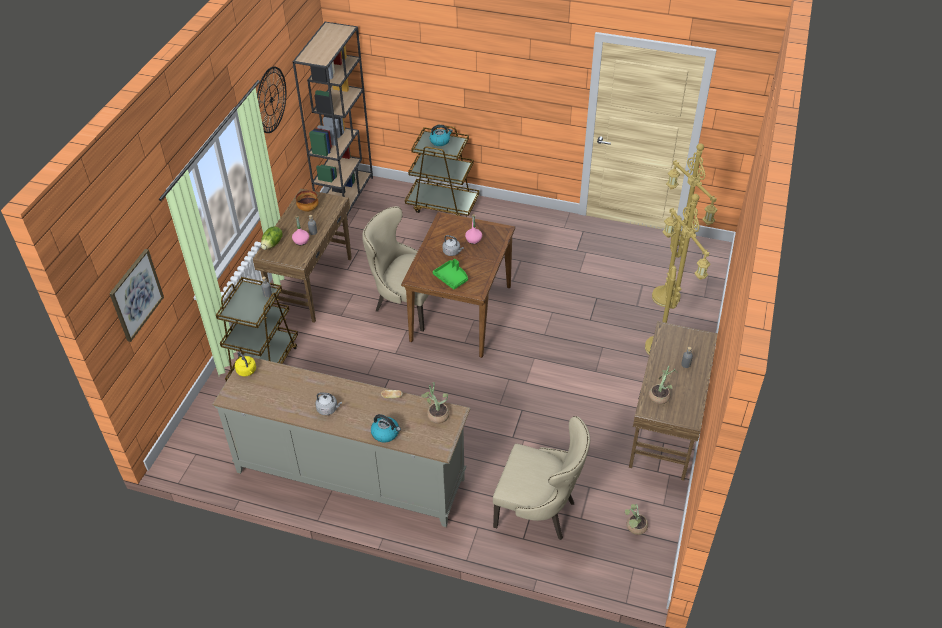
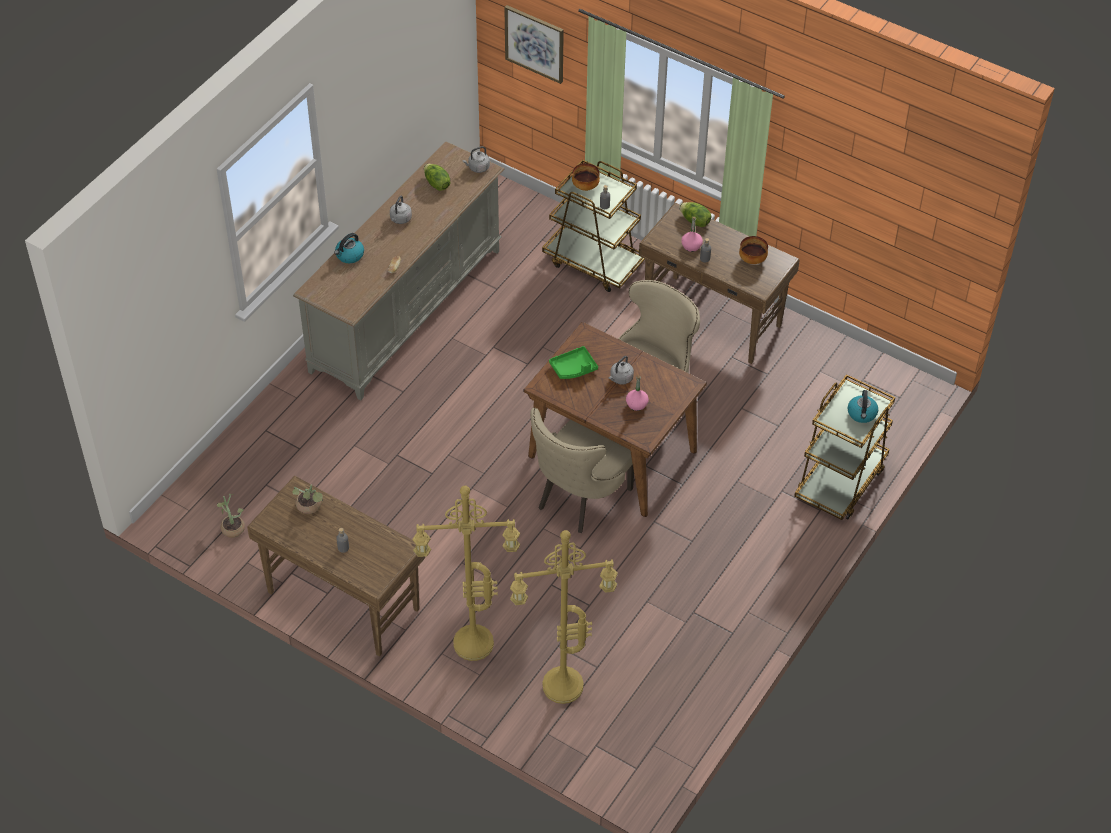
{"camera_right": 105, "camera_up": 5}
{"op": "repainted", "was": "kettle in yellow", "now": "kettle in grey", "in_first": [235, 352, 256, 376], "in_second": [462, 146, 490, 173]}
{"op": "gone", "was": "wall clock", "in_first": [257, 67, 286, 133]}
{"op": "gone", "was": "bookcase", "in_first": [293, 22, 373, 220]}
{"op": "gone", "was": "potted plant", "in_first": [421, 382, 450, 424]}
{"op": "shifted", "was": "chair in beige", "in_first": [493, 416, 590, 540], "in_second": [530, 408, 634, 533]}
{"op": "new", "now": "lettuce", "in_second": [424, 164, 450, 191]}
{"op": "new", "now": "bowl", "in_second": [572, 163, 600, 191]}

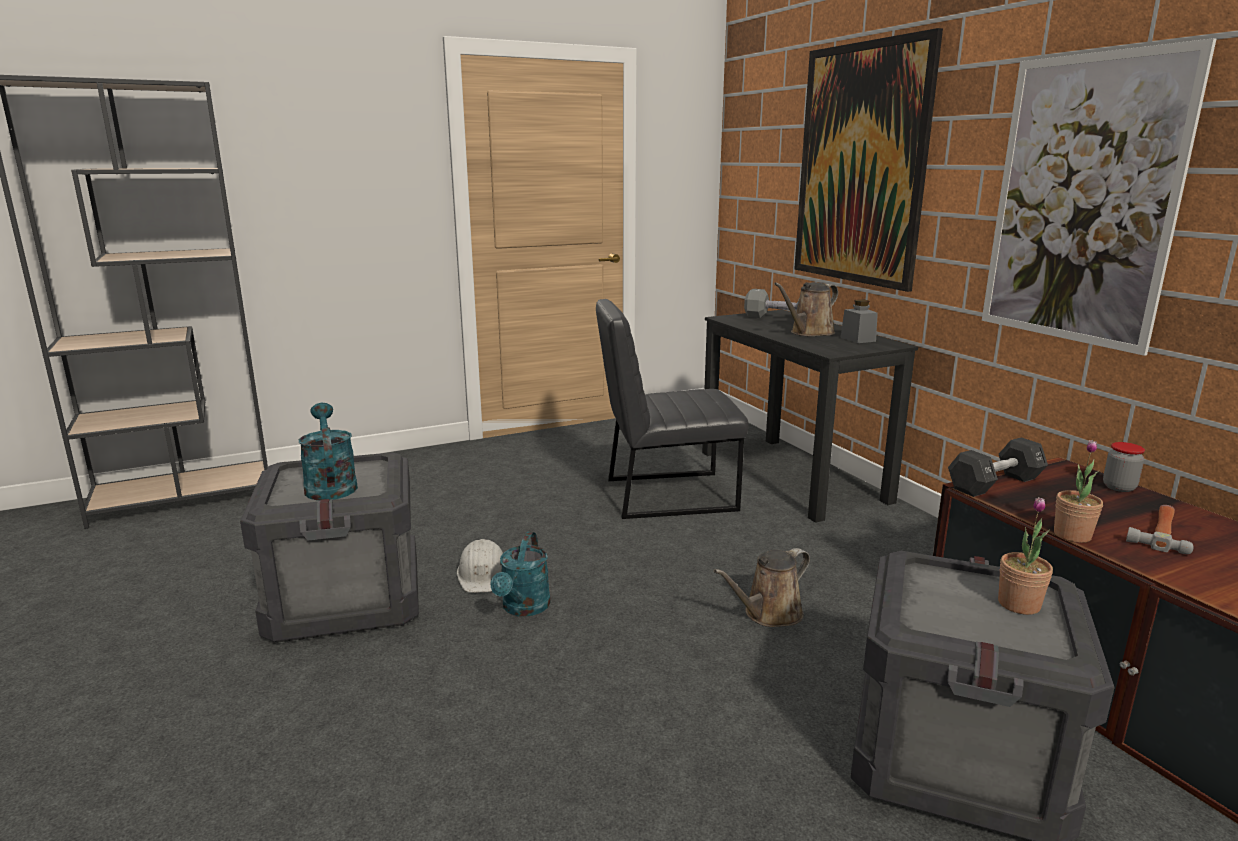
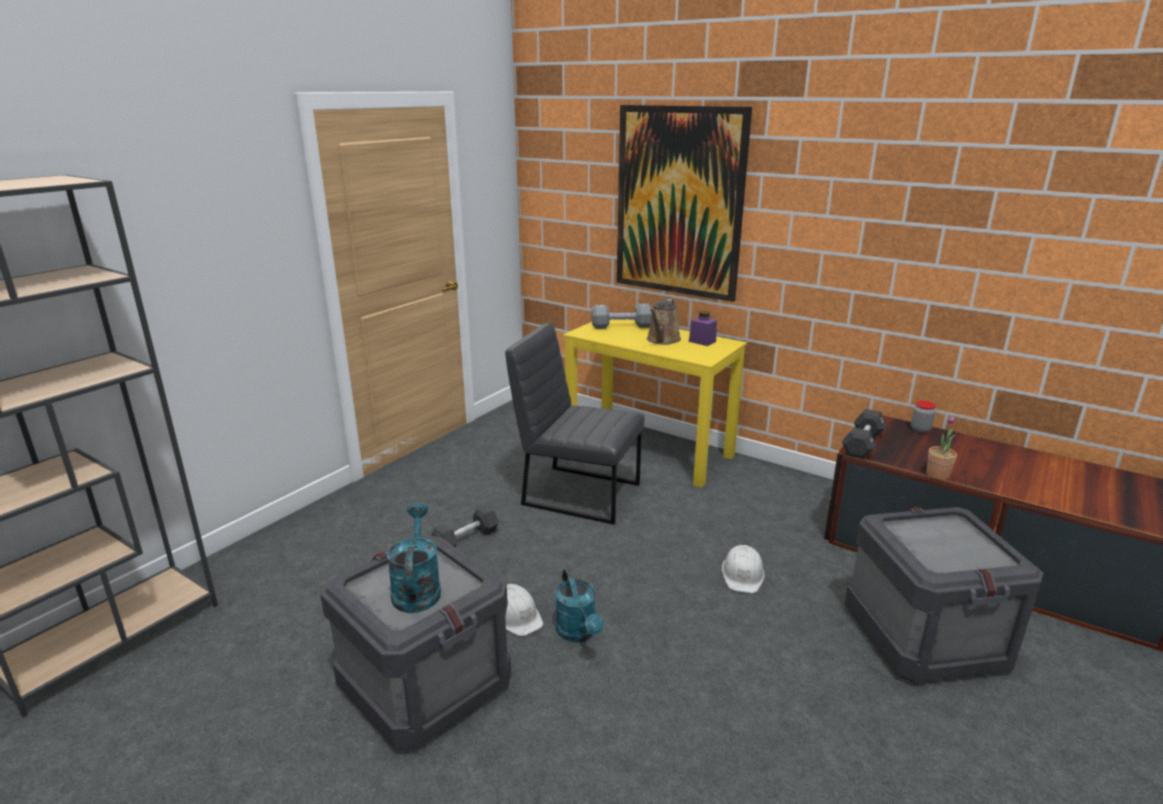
{"camera_right": -30, "camera_up": 5}
{"op": "rotated", "was": "watering can in turquoise", "in_first": [299, 403, 358, 500], "in_second": [387, 503, 441, 613], "clockwise": 45}
{"op": "rotated", "was": "chair in grey", "in_first": [596, 299, 748, 519], "in_second": [505, 323, 645, 525], "clockwise": 60}
{"op": "repainted", "was": "desk in black", "now": "desk in yellow", "in_first": [702, 310, 918, 523], "in_second": [563, 319, 747, 488]}
{"op": "swapped", "was": "watering can in brown", "now": "hard hat in white", "in_first": [714, 548, 810, 627], "in_second": [722, 545, 765, 593]}
{"op": "repainted", "was": "jar in grey", "now": "jar in purple", "in_first": [840, 299, 878, 343], "in_second": [689, 311, 717, 346]}
{"op": "gone", "was": "picture", "in_first": [982, 38, 1216, 356]}
{"op": "gone", "was": "potted plant", "in_first": [998, 497, 1053, 615]}
{"op": "gone", "was": "hammer", "in_first": [1126, 505, 1194, 554]}
{"op": "new", "now": "dumbbell in black", "in_second": [431, 505, 498, 547]}

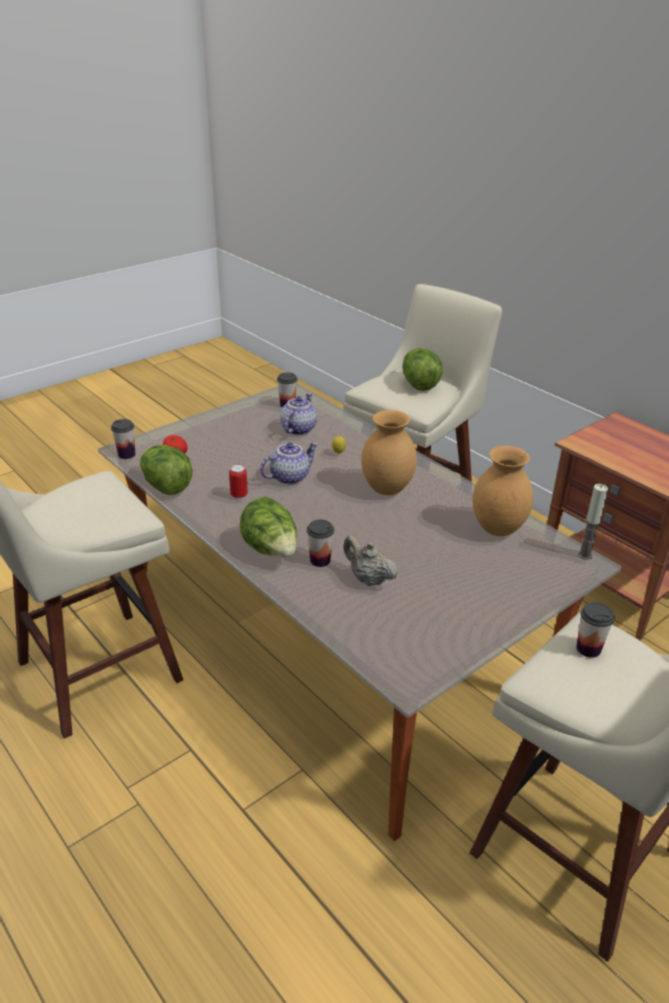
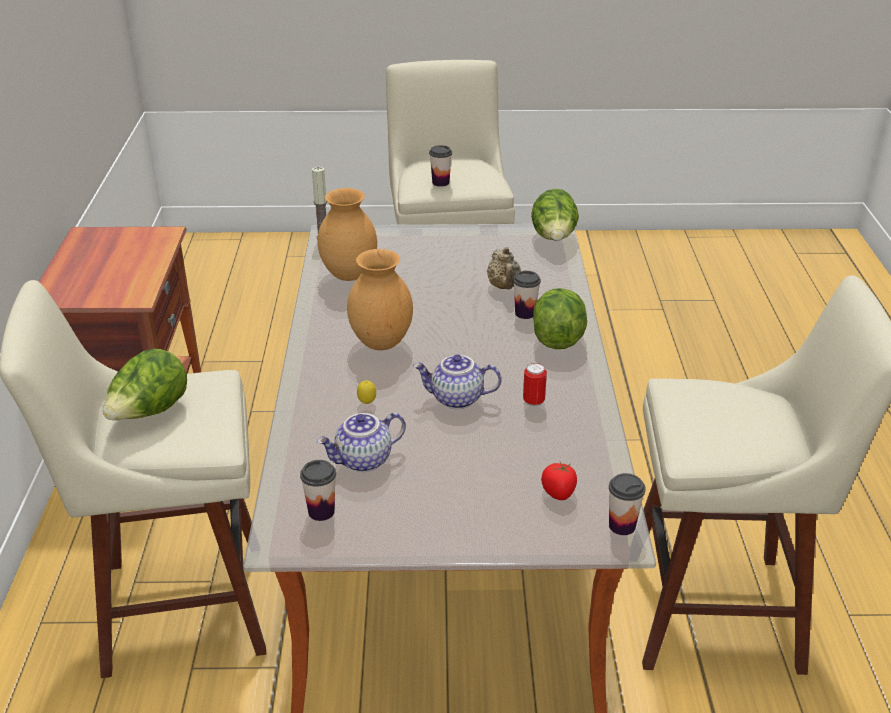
{"camera_right": -140, "camera_up": 0}
{"op": "shifted", "was": "lettuce", "in_first": [140, 445, 193, 495], "in_second": [531, 189, 579, 241]}

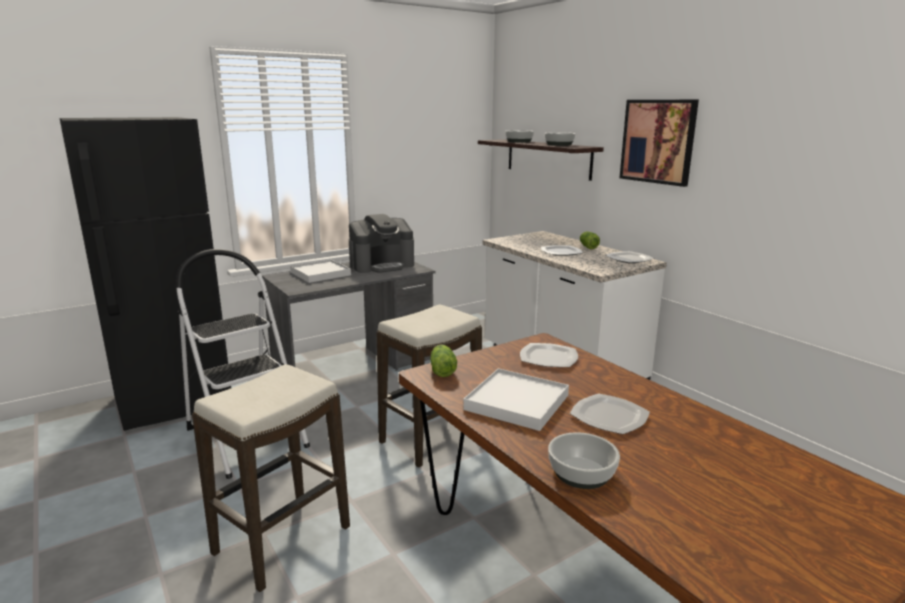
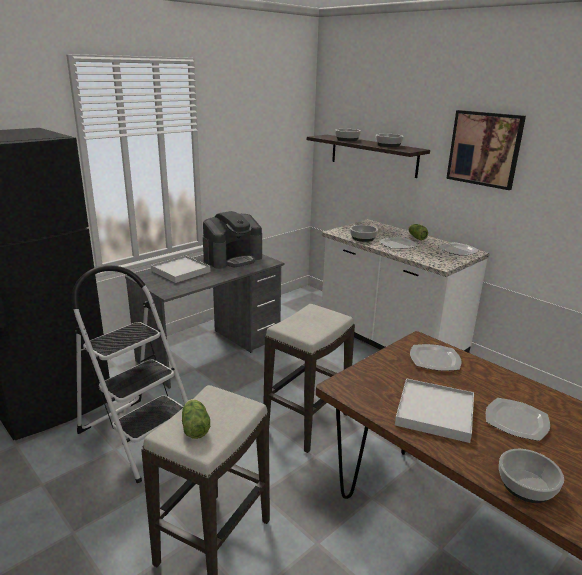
{"camera_right": -10, "camera_up": 5}
{"op": "shifted", "was": "lettuce", "in_first": [430, 345, 457, 377], "in_second": [182, 399, 210, 439]}
{"op": "new", "now": "bowl", "in_second": [350, 225, 378, 242]}

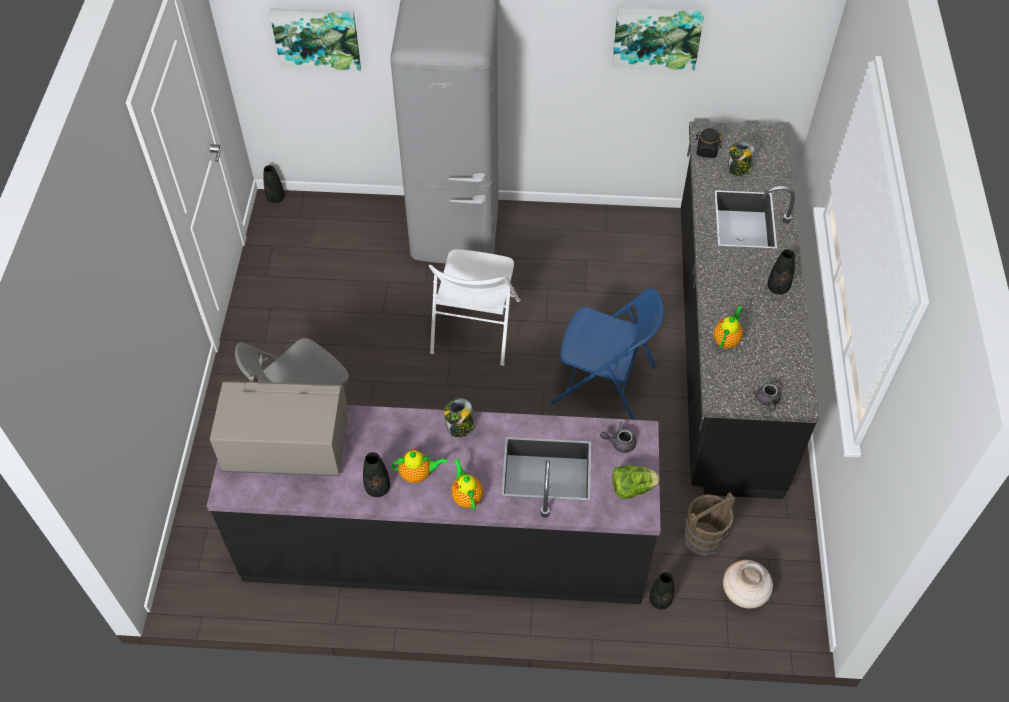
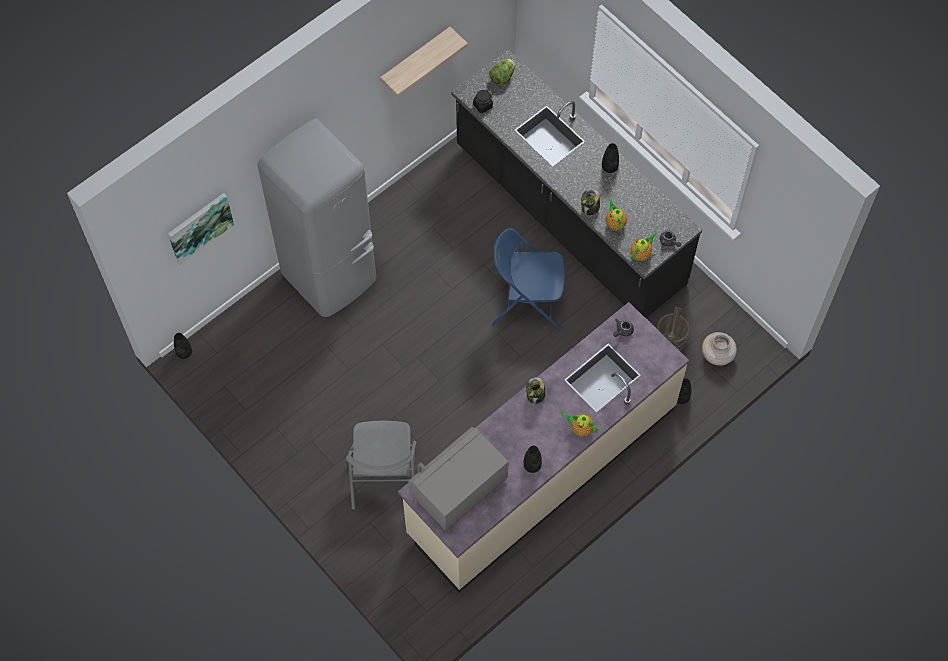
{"camera_right": -45, "camera_up": 10}
{"op": "repainted", "was": "counter in black", "now": "counter in beige", "in_first": [207, 405, 660, 604], "in_second": [398, 302, 689, 593]}
{"op": "shifted", "was": "teapot", "in_first": [392, 449, 447, 483], "in_second": [631, 232, 657, 261]}
{"op": "gone", "was": "chair in white", "in_first": [428, 249, 521, 366]}
{"op": "rotated", "was": "chair in blue", "in_first": [551, 288, 664, 420], "in_second": [492, 228, 565, 330], "clockwise": -150}
{"op": "swapped", "was": "picture", "now": "shelf", "in_first": [612, 6, 705, 71], "in_second": [380, 27, 468, 97]}
{"op": "shifted", "was": "lettuce", "in_first": [612, 465, 659, 499], "in_second": [489, 59, 515, 85]}
{"op": "shifted", "was": "jar", "in_first": [728, 141, 755, 176], "in_second": [581, 189, 600, 215]}

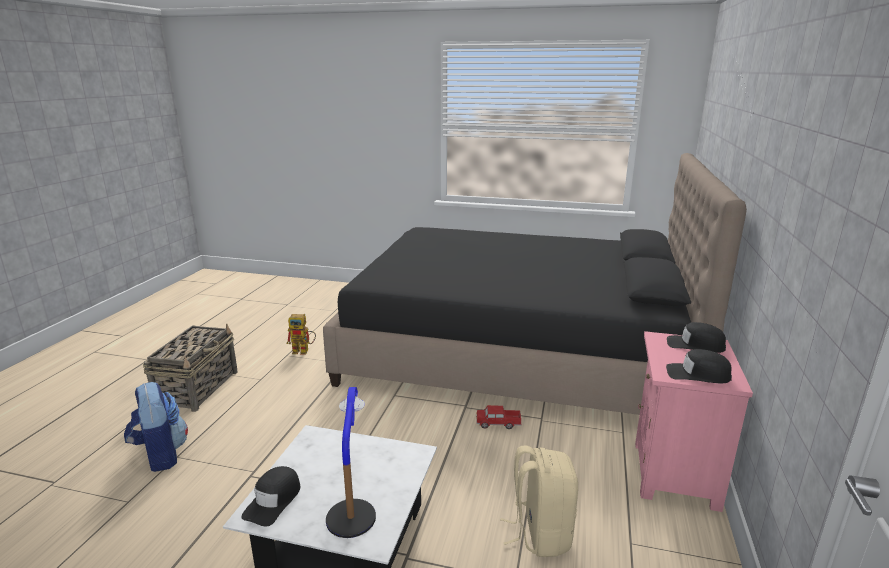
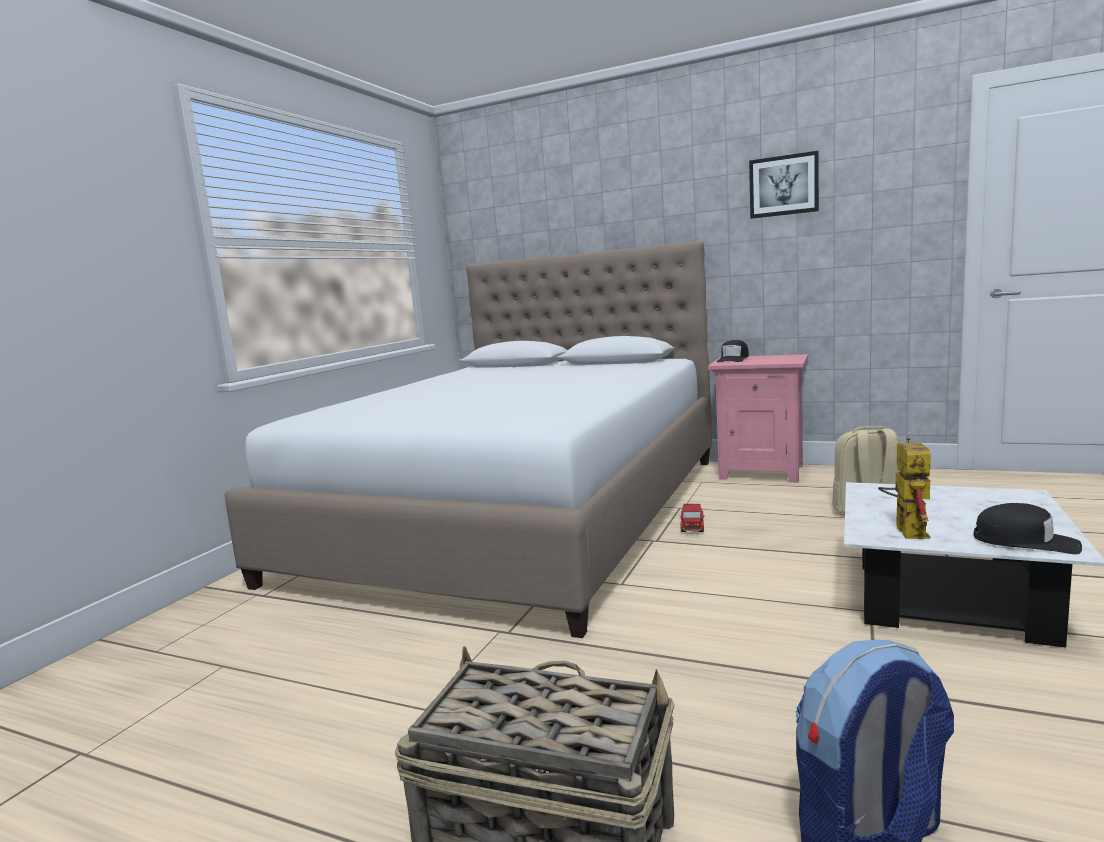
{"camera_right": -80, "camera_up": -10}
{"op": "shifted", "was": "toy robot", "in_first": [287, 314, 316, 355], "in_second": [878, 436, 931, 539]}
{"op": "repainted", "was": "bed in black", "now": "bed in white", "in_first": [323, 153, 747, 415], "in_second": [225, 241, 712, 638]}
{"op": "gone", "was": "table lamp", "in_first": [326, 387, 376, 538]}
{"op": "gone", "was": "cap in black", "in_first": [666, 349, 732, 383]}
{"op": "new", "now": "picture", "in_second": [749, 151, 819, 219]}

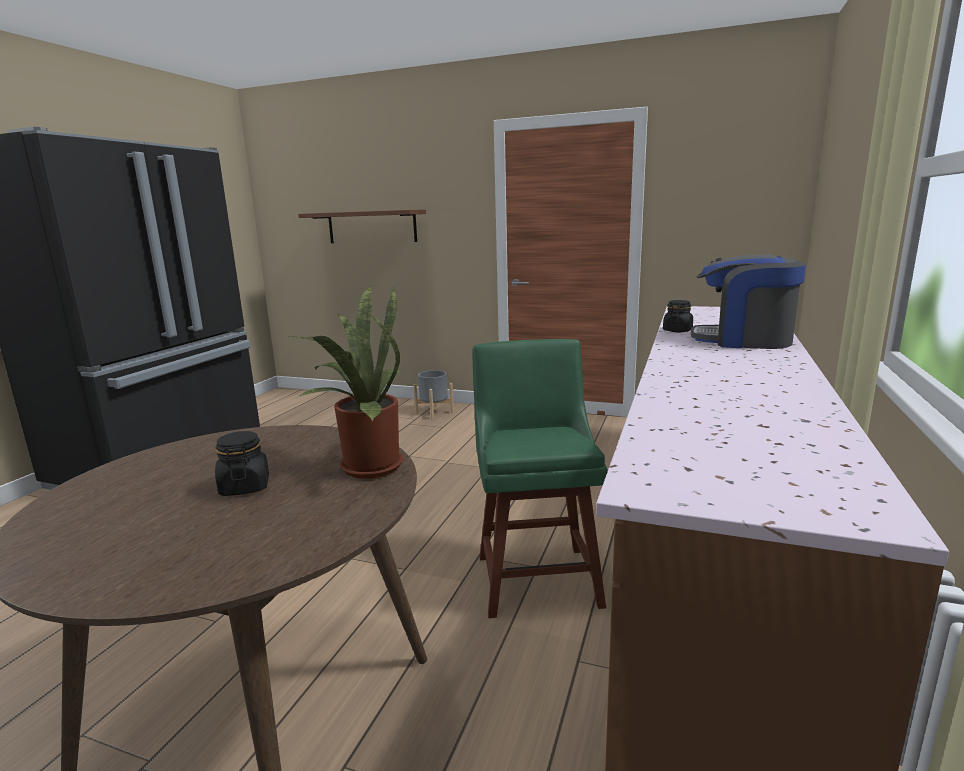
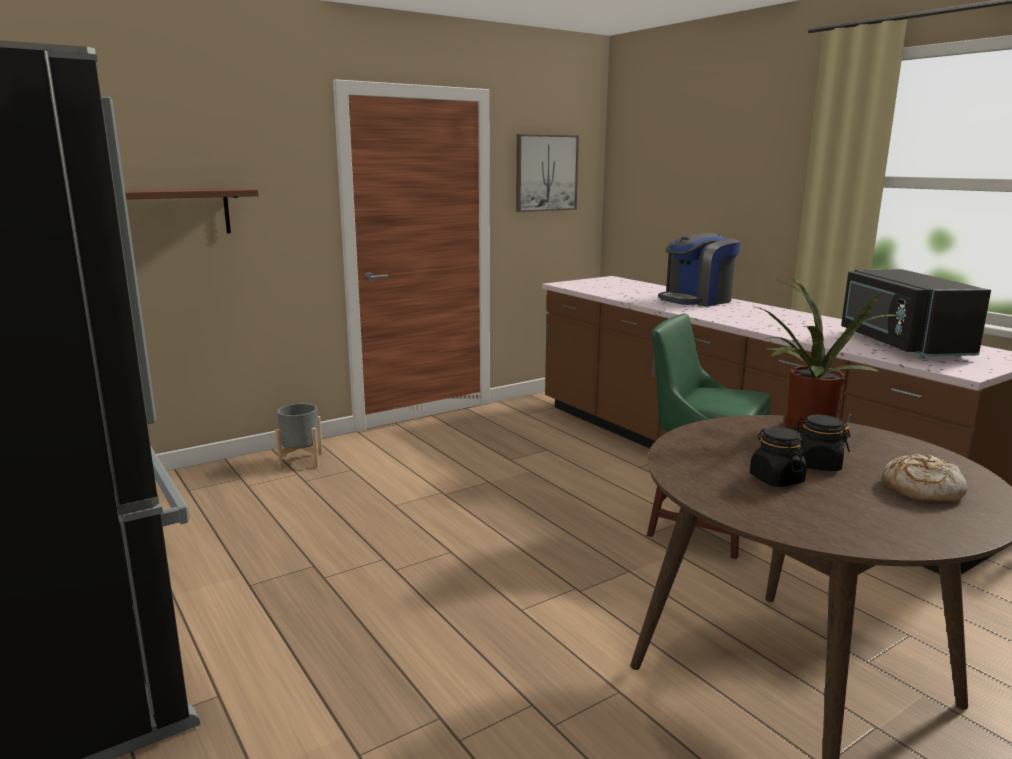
{"camera_right": -55, "camera_up": 0}
{"op": "shifted", "was": "jar in black", "in_first": [663, 300, 693, 332], "in_second": [750, 427, 807, 487]}
{"op": "new", "now": "picture", "in_second": [516, 134, 579, 212]}
{"op": "new", "now": "microwave in black", "in_second": [841, 269, 991, 358]}
{"op": "new", "now": "bread", "in_second": [882, 454, 967, 502]}

